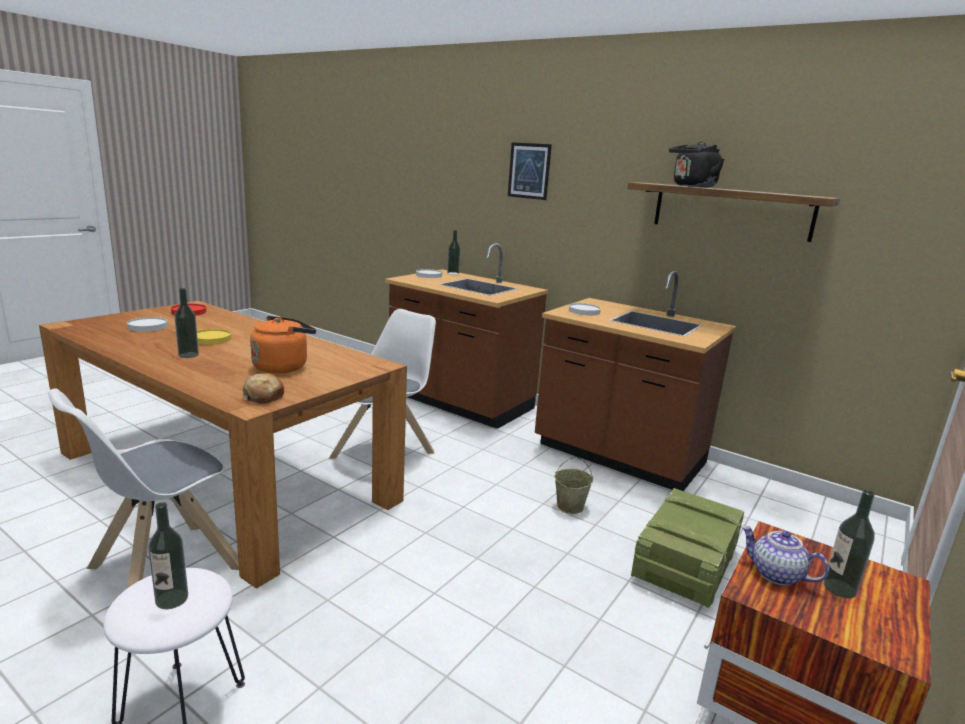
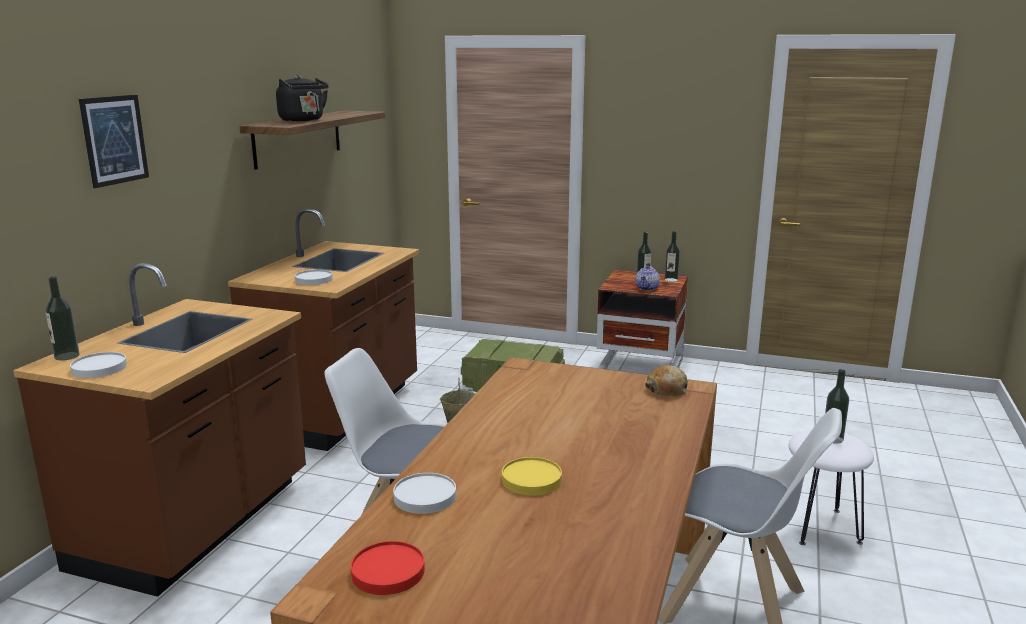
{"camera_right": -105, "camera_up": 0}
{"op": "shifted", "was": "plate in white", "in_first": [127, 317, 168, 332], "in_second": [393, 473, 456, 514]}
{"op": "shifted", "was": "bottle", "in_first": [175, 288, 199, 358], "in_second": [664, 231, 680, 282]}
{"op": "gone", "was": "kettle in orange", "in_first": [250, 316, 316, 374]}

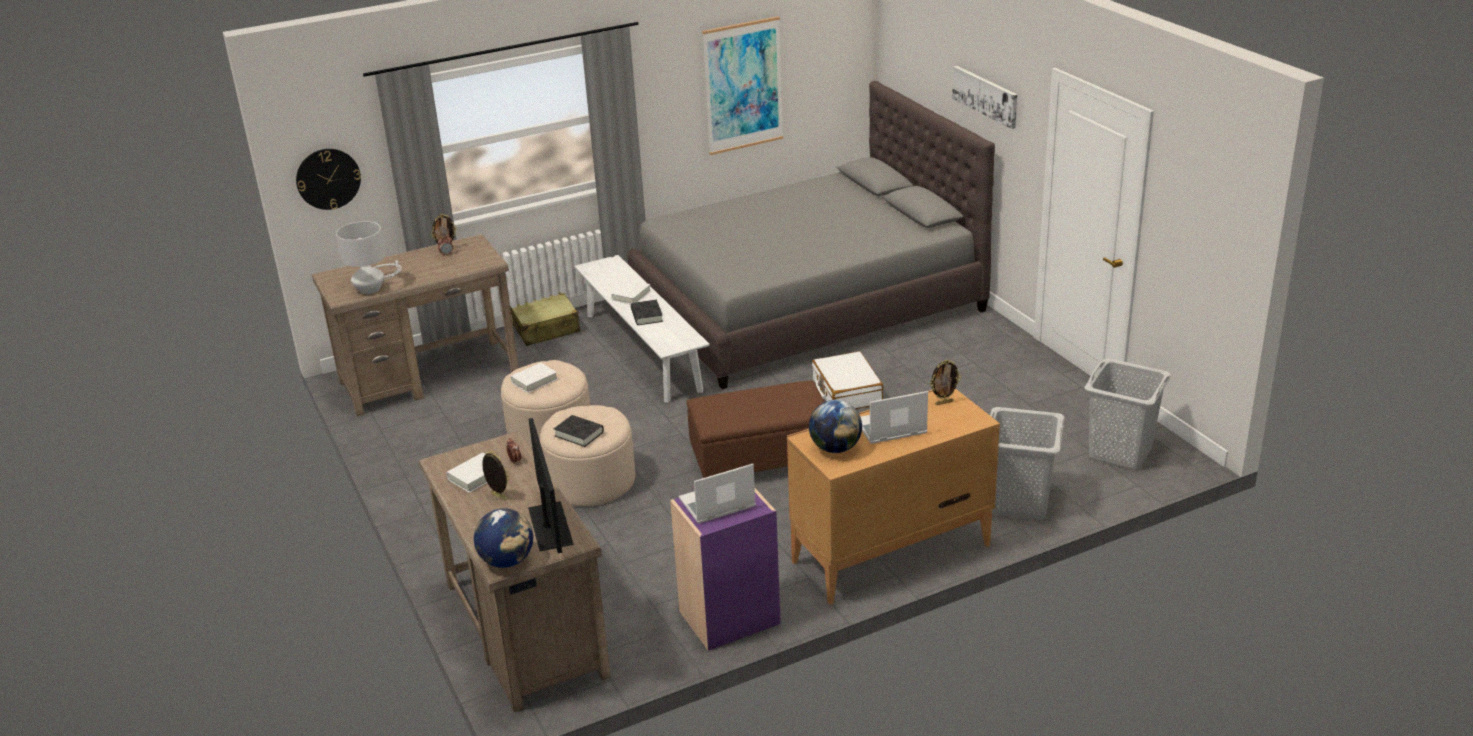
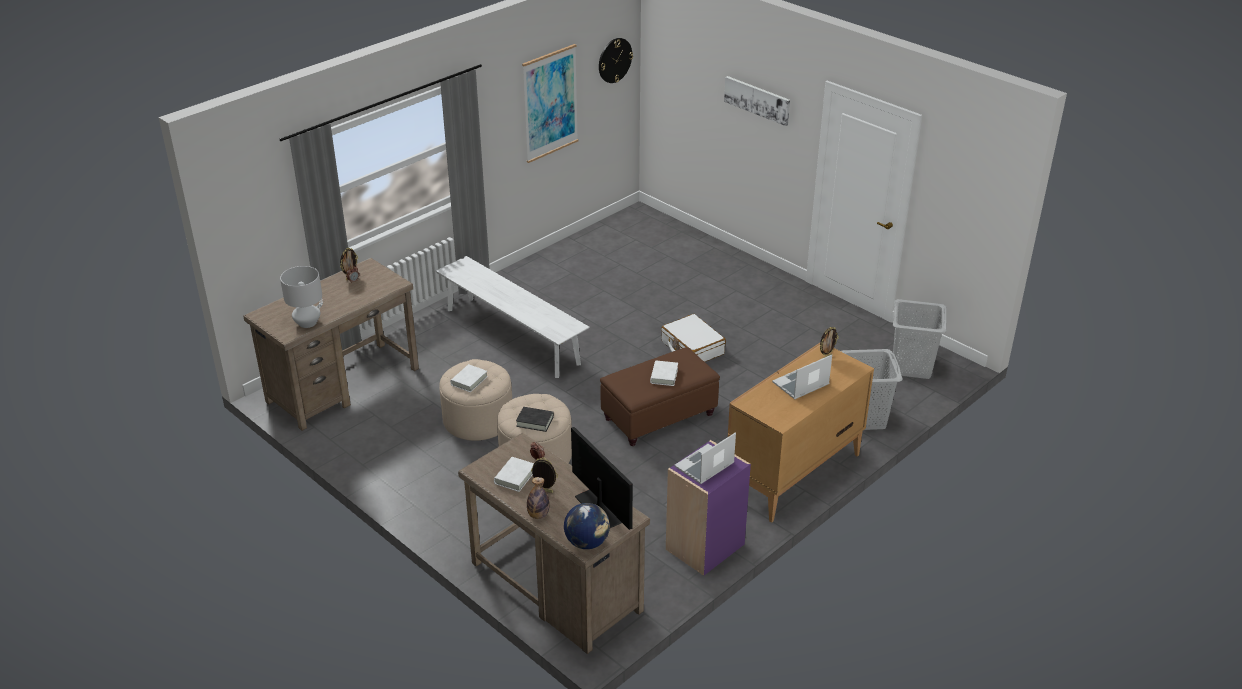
{"camera_right": -20, "camera_up": 5}
{"op": "shifted", "was": "wall clock", "in_first": [296, 149, 361, 210], "in_second": [599, 38, 633, 83]}
{"op": "gone", "was": "suitcase in beige", "in_first": [510, 293, 580, 346]}
{"op": "shifted", "was": "book in white", "in_first": [611, 280, 651, 305], "in_second": [650, 361, 678, 386]}
{"op": "gone", "was": "bed in grey", "in_first": [628, 81, 995, 389]}
{"op": "gone", "was": "book in black", "in_first": [631, 300, 663, 325]}
{"op": "gone", "was": "globe", "in_first": [809, 400, 862, 453]}
{"op": "new", "now": "bottle", "in_second": [527, 477, 550, 519]}

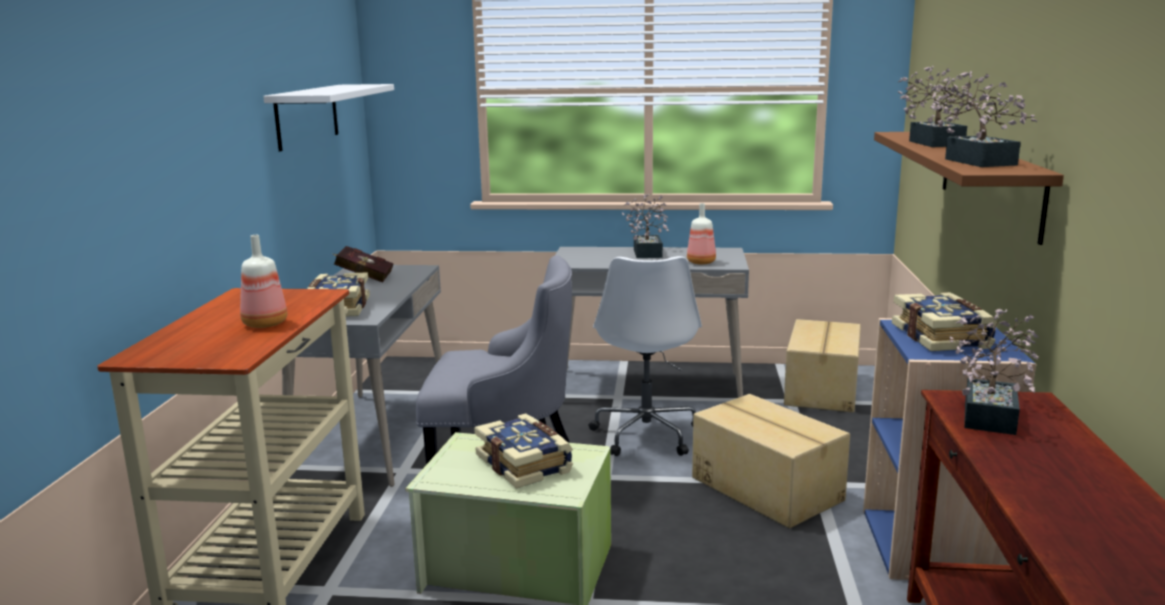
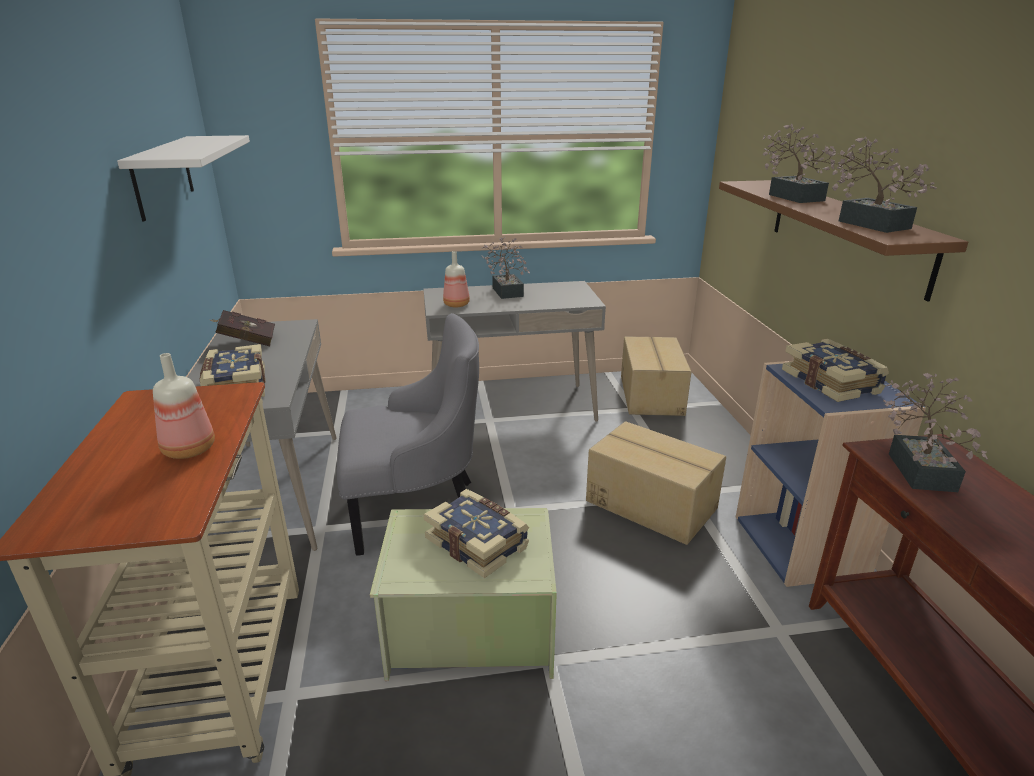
{"camera_right": -15, "camera_up": 10}
{"op": "gone", "was": "office chair in white", "in_first": [588, 256, 702, 456]}
{"op": "shifted", "was": "bottle", "in_first": [687, 203, 716, 265], "in_second": [443, 251, 470, 307]}

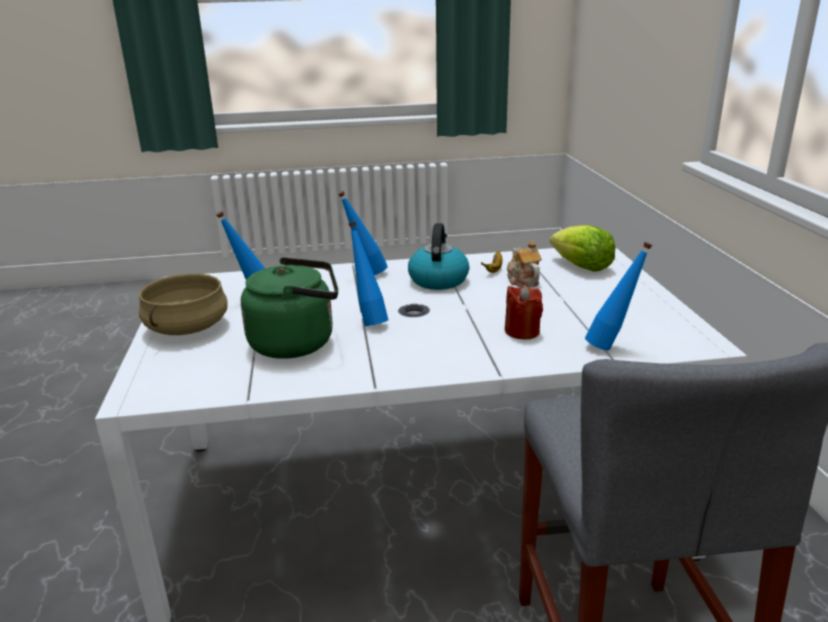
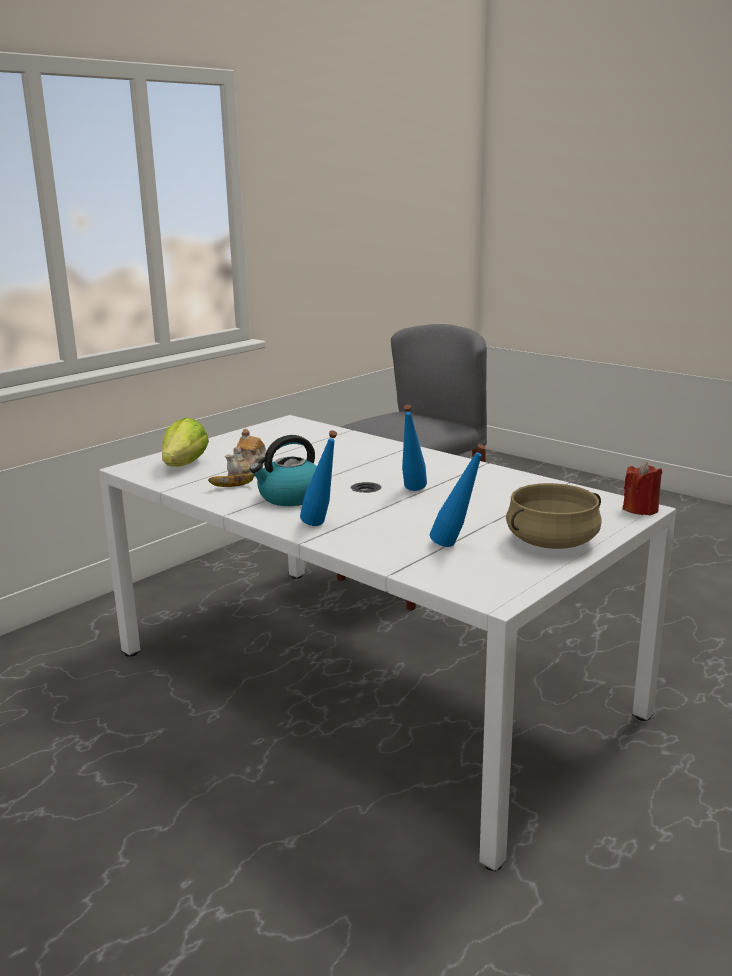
{"camera_right": -130, "camera_up": -5}
{"op": "gone", "was": "kettle in green", "in_first": [241, 257, 338, 359]}
{"op": "shifted", "was": "candle in red", "in_first": [505, 285, 543, 339], "in_second": [623, 462, 662, 515]}
{"op": "gone", "was": "bottle in blue", "in_first": [585, 242, 653, 350]}

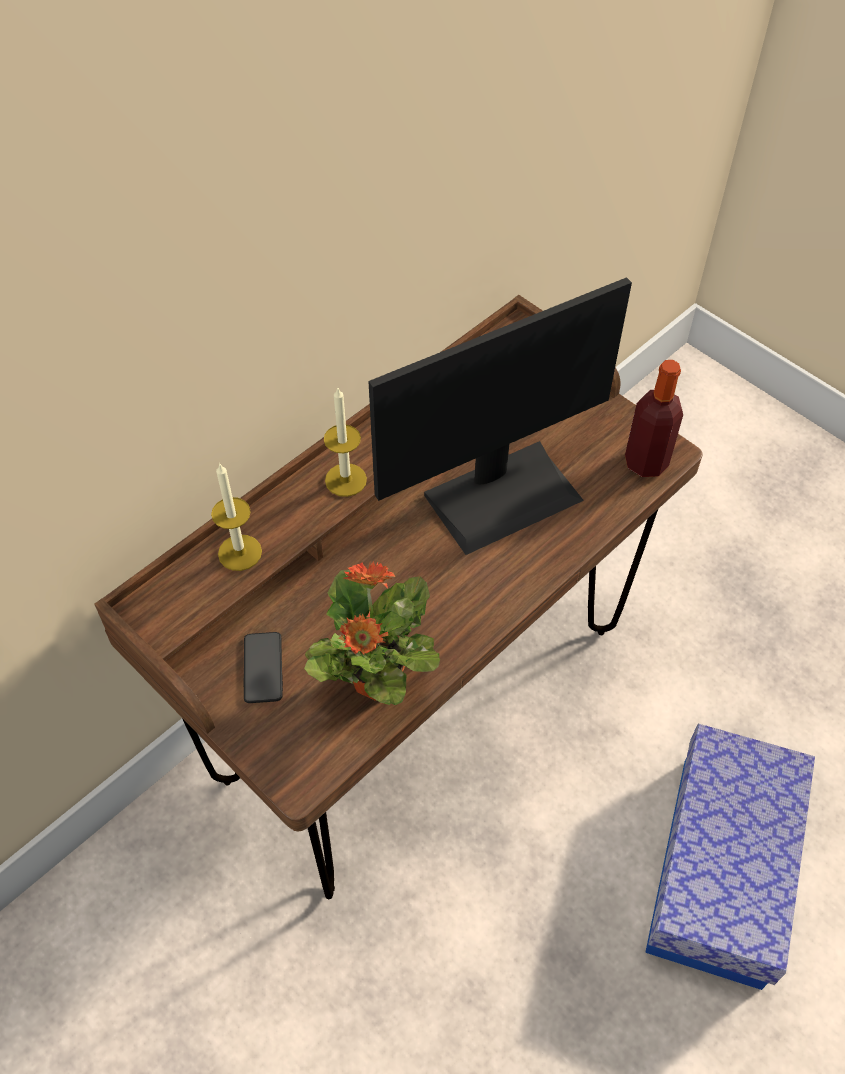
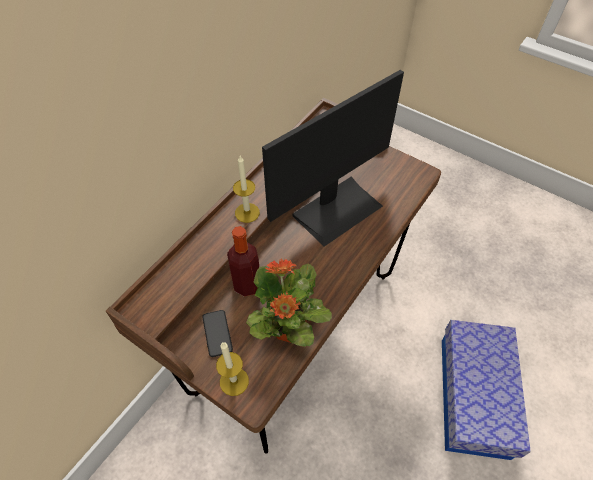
{"camera_right": -10, "camera_up": 0}
{"op": "shifted", "was": "candle", "in_first": [211, 463, 262, 571], "in_second": [216, 342, 249, 396]}
{"op": "shifted", "was": "bottle", "in_first": [625, 360, 683, 477], "in_second": [227, 226, 259, 296]}

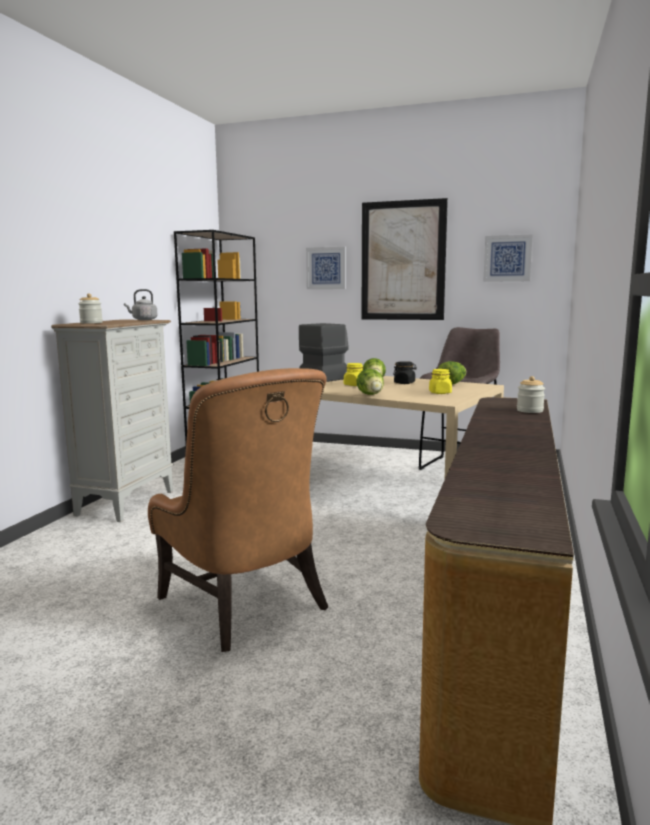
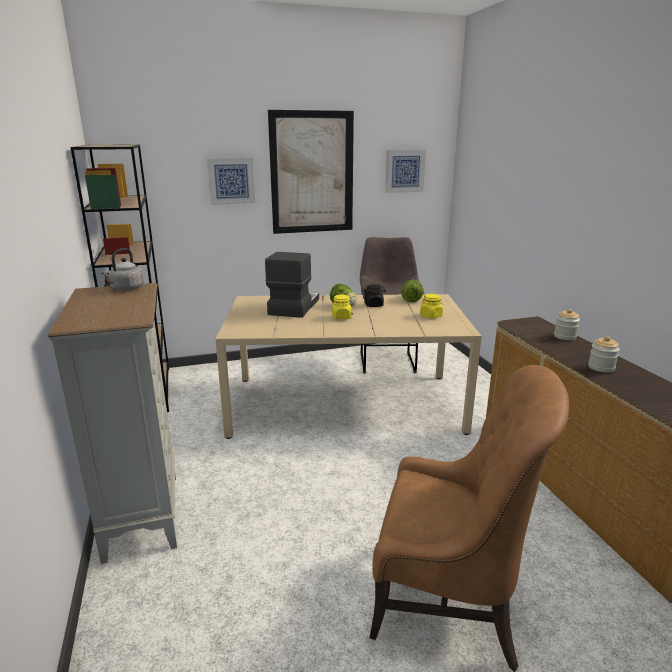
{"camera_right": -35, "camera_up": 10}
{"op": "shifted", "was": "jar", "in_first": [78, 293, 103, 324], "in_second": [588, 336, 620, 373]}
{"op": "gone", "was": "lettuce", "in_first": [357, 368, 384, 395]}

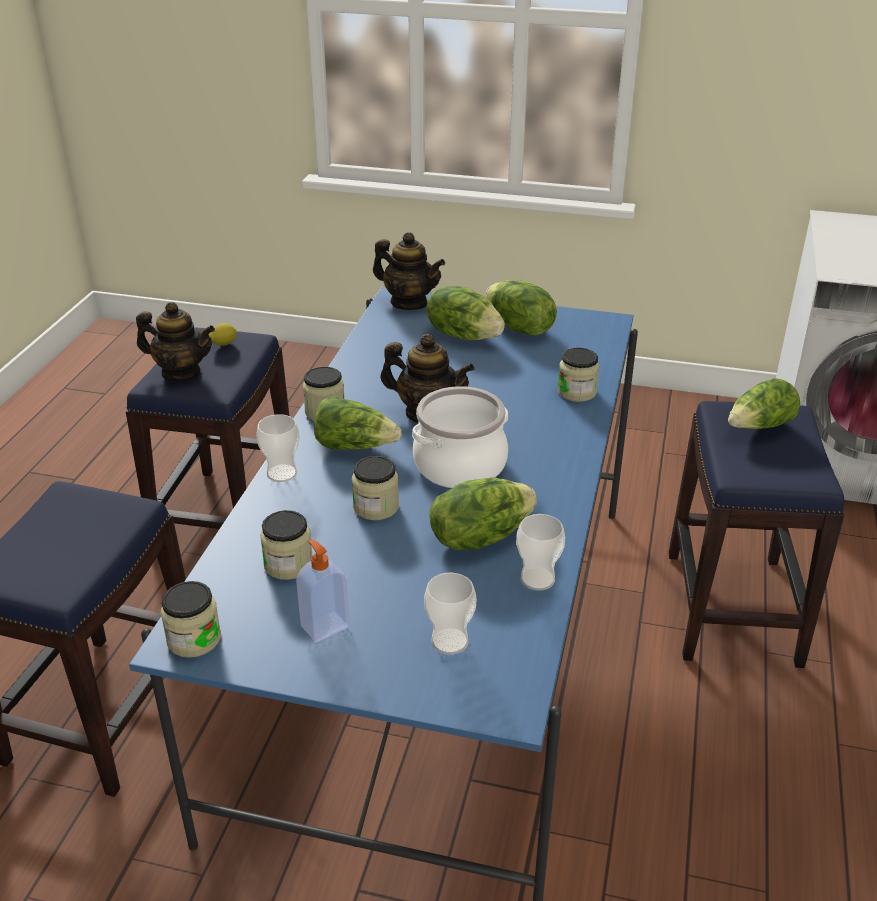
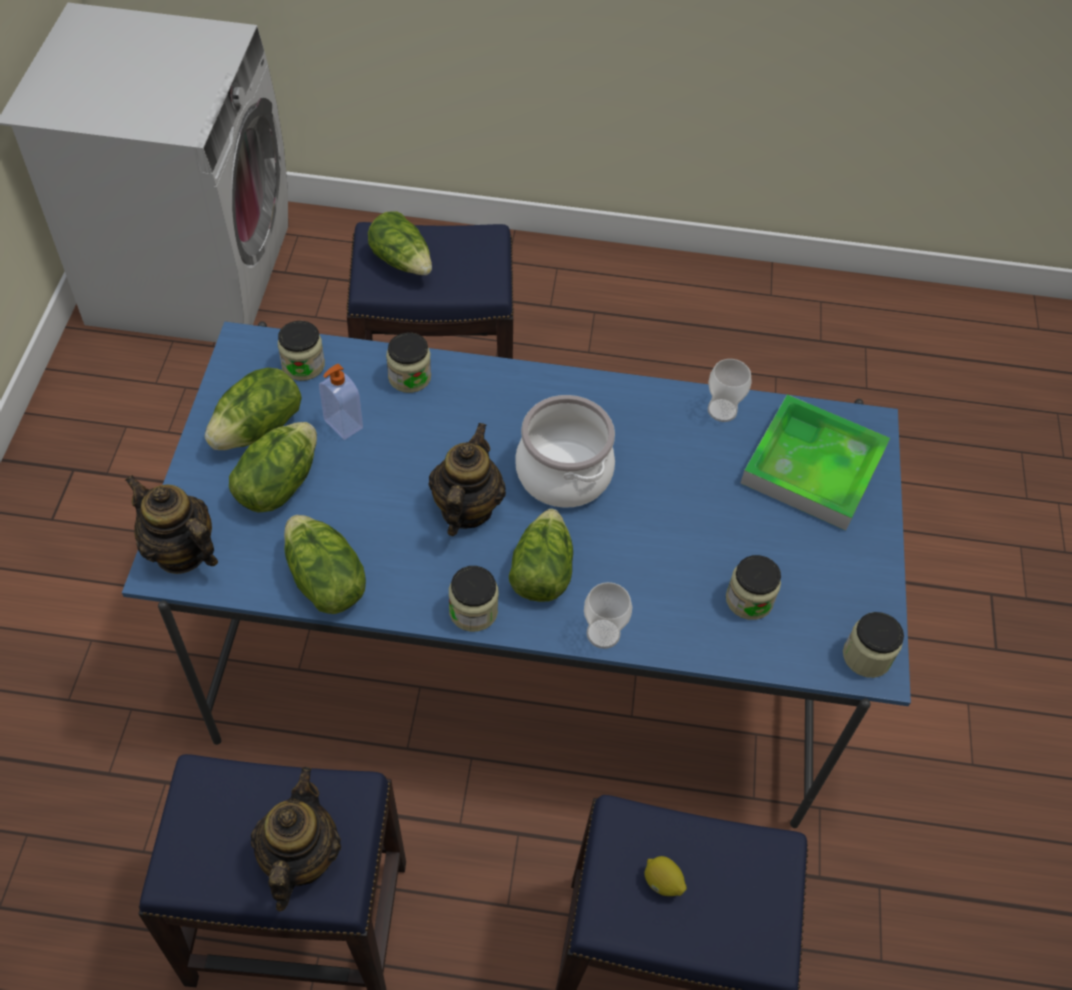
{"camera_right": -100, "camera_up": 20}
{"op": "shifted", "was": "lemon", "in_first": [209, 323, 236, 346], "in_second": [645, 856, 687, 896]}
{"op": "shifted", "was": "soap dispenser", "in_first": [296, 540, 350, 642], "in_second": [319, 364, 363, 440]}
{"op": "shifted", "was": "jar", "in_first": [352, 456, 399, 520], "in_second": [278, 321, 325, 381]}
{"op": "rotated", "was": "teapot", "in_first": [373, 232, 445, 310], "in_second": [125, 475, 218, 574], "clockwise": -75}
{"op": "swapped", "was": "cup", "now": "tray", "in_first": [424, 573, 476, 655], "in_second": [741, 394, 890, 531]}
{"op": "shifted", "was": "lettuce", "in_first": [430, 478, 537, 550], "in_second": [284, 515, 366, 614]}

